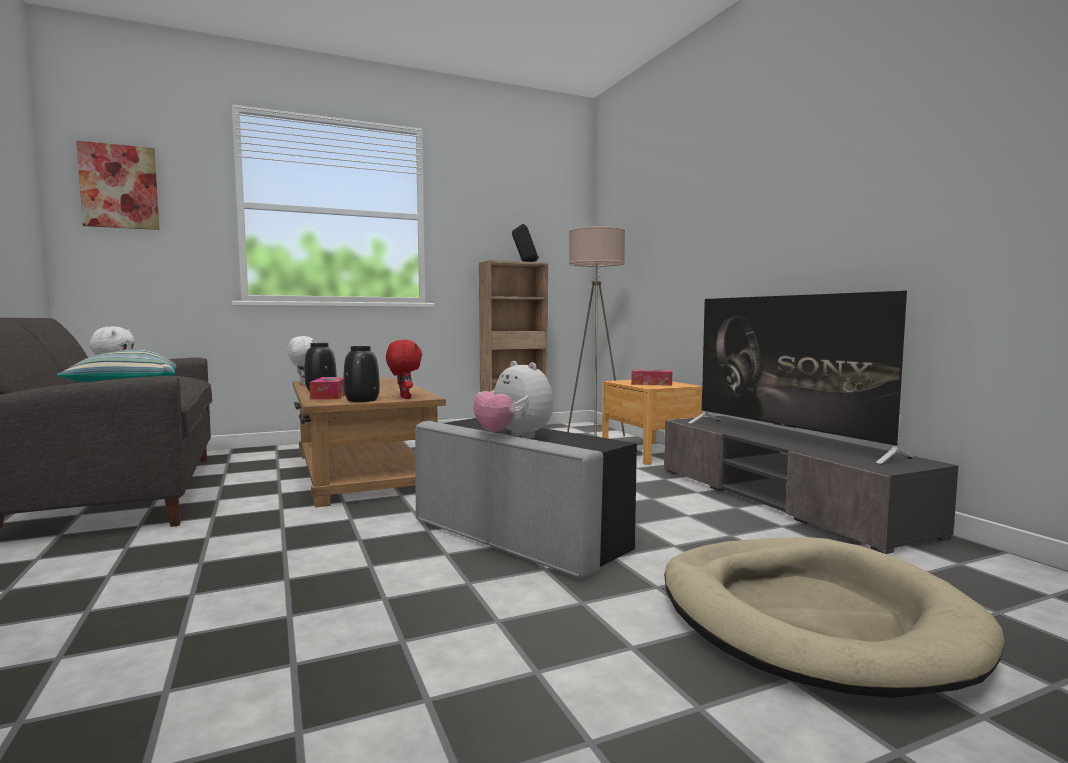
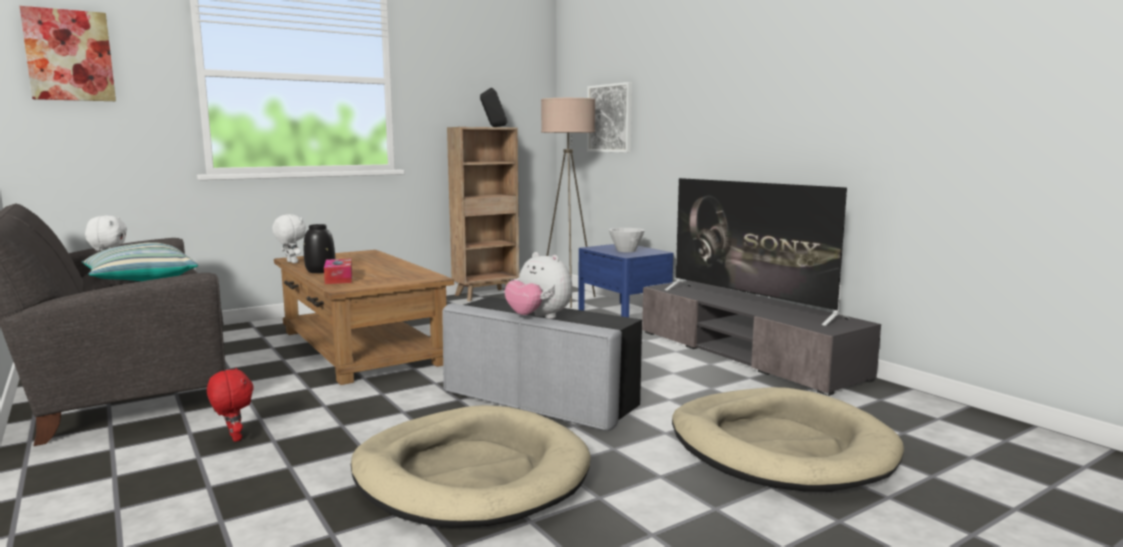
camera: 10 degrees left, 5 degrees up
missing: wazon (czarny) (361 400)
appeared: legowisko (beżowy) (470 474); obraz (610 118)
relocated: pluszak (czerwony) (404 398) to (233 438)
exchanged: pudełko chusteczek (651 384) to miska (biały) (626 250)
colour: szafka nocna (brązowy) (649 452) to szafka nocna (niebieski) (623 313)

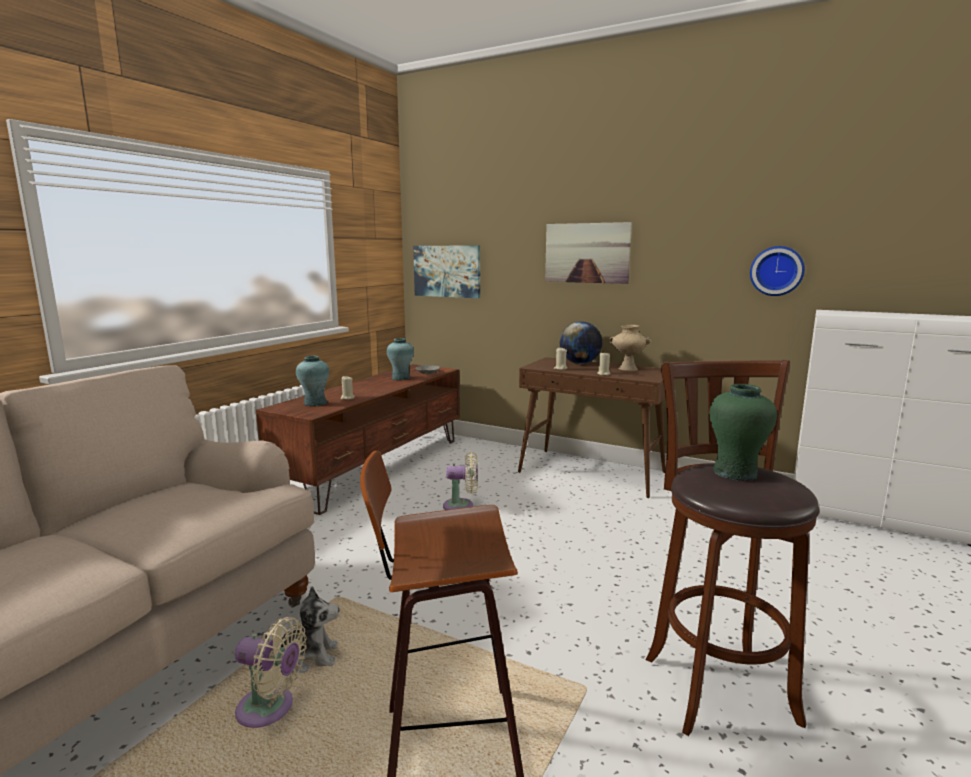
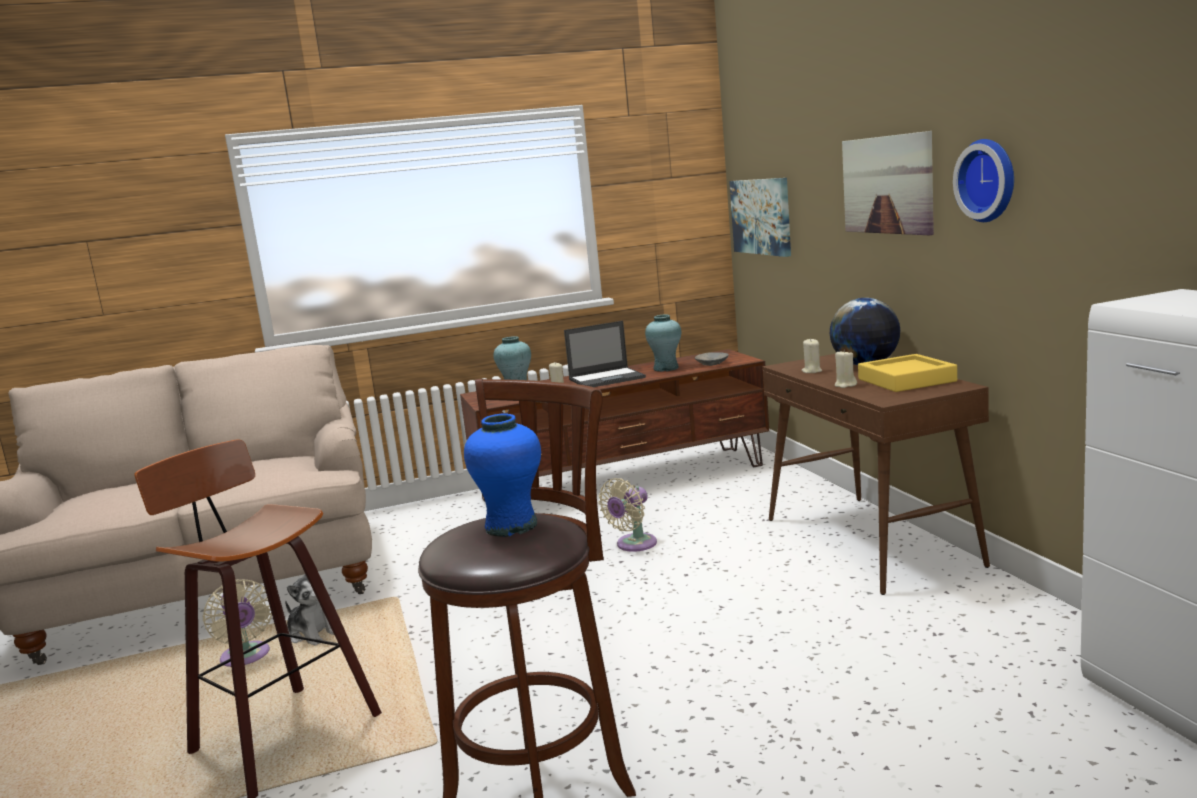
camera: 45 degrees right, 0 degrees up
appeared: laptop (607 378)
relocated: zegar ścienny (776 271) to (989 180)
exchanged: wazon (beżowy) (627 369) to taca (żółty) (906 380)
colour: wazon (zielony) (735 472) to wazon (niebieski) (512 526)
spun: wentylator (beżowy) (462 506) = (633 545) 90 degrees clockwise

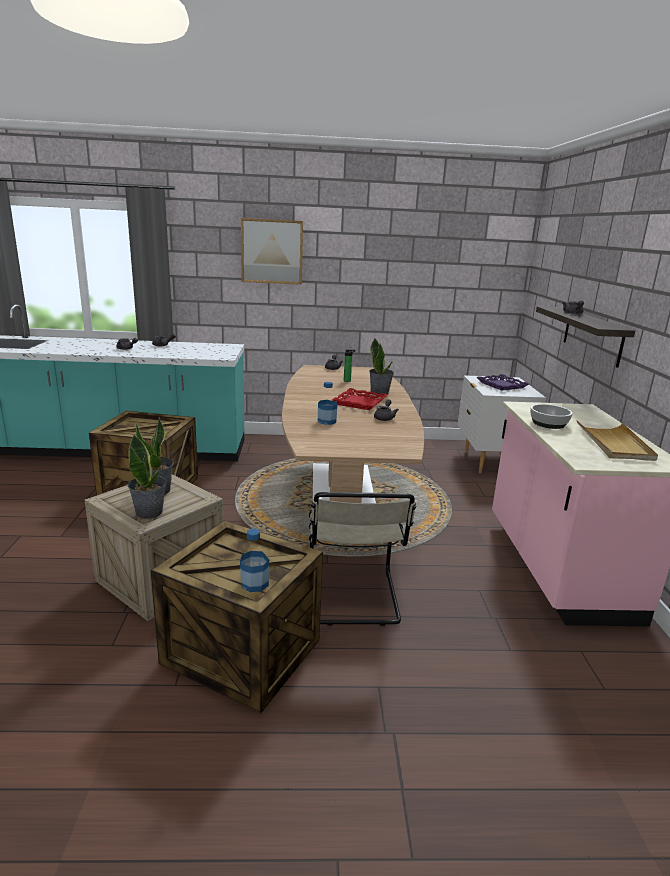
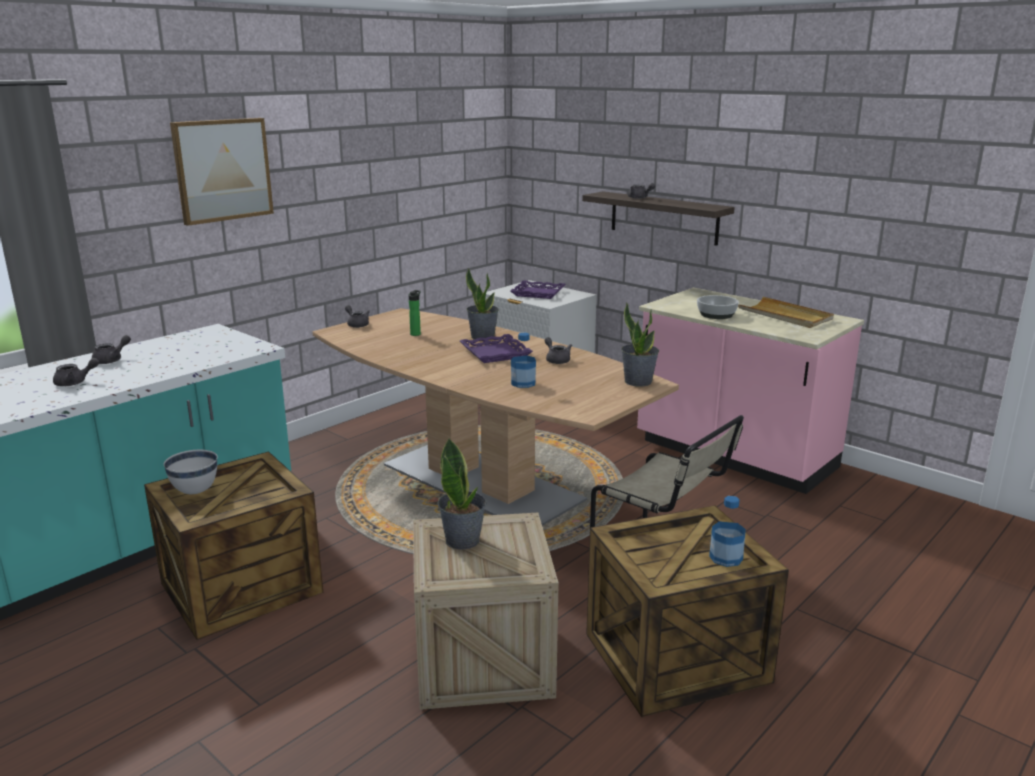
camera: 45 degrees left, 0 degrees up
appeared: miska (biały) (195 491)
relocated: roślina doniczkowa (149 512) to (638 381)
colour: taca (czerwony) (360 403) to taca (fioletowy) (496 353)

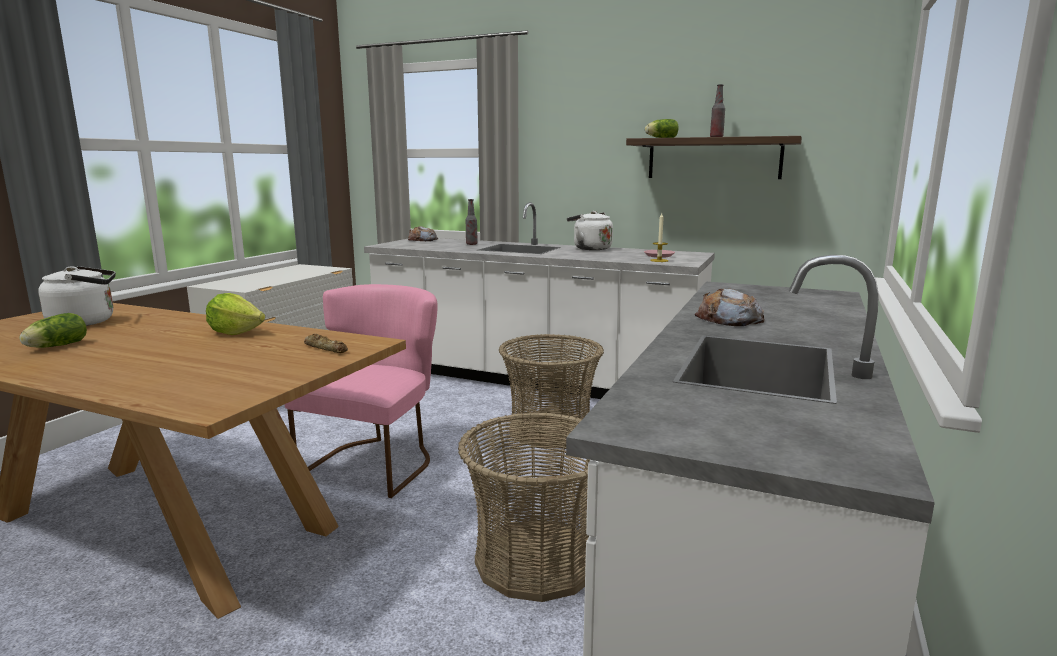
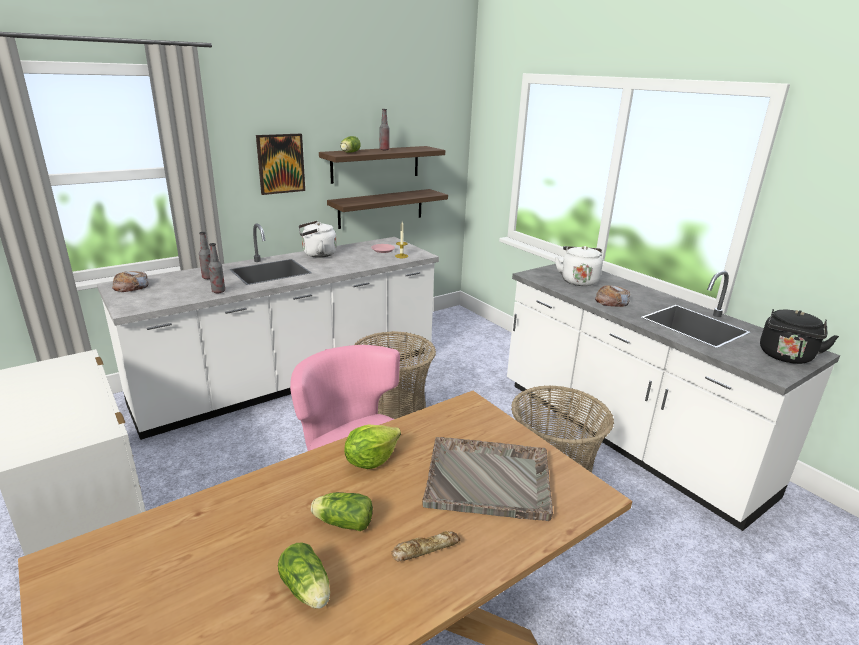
camera: 60 degrees left, 10 degrees up
appeared: butelka (218 291); obraz (280 163); sałata (341 522); półka (381 208); taca (szary) (489 479); czajnik (czarny) (786 357)
relocated: czajnik (biały) (86 322) to (578 280); chleb (326 348) to (425 549)

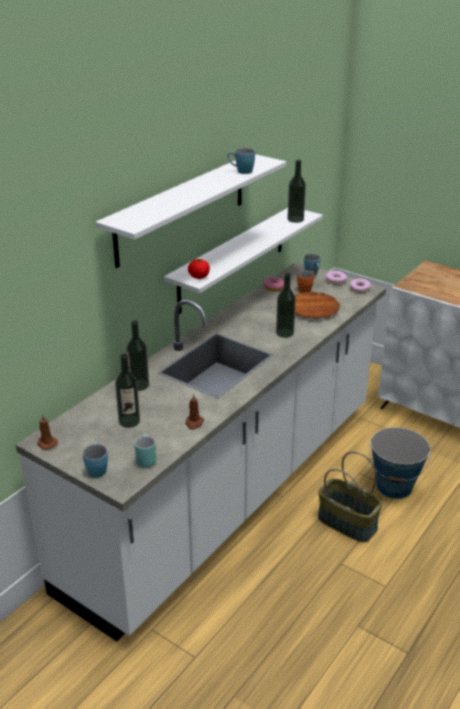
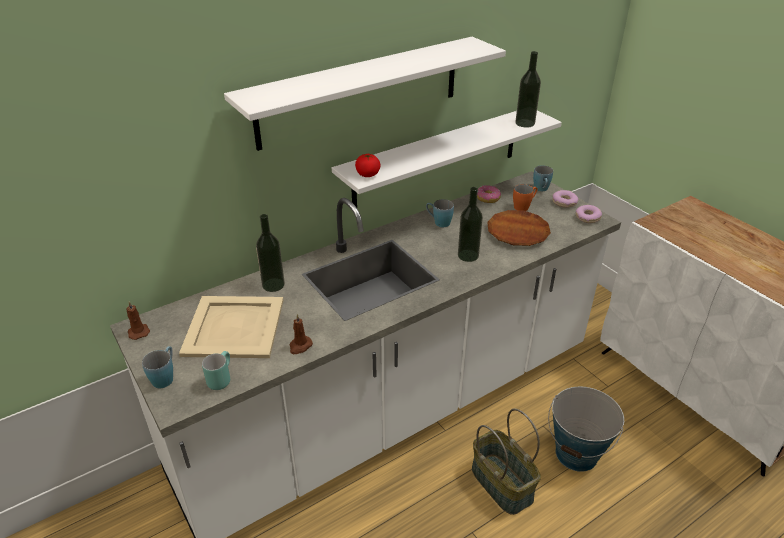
camera: 20 degrees right, 5 degrees up
relocated: kubek (niebieski) (241 171) to (438 222)
exchanged: butelka (129 421) to taca (beżowy) (235 326)

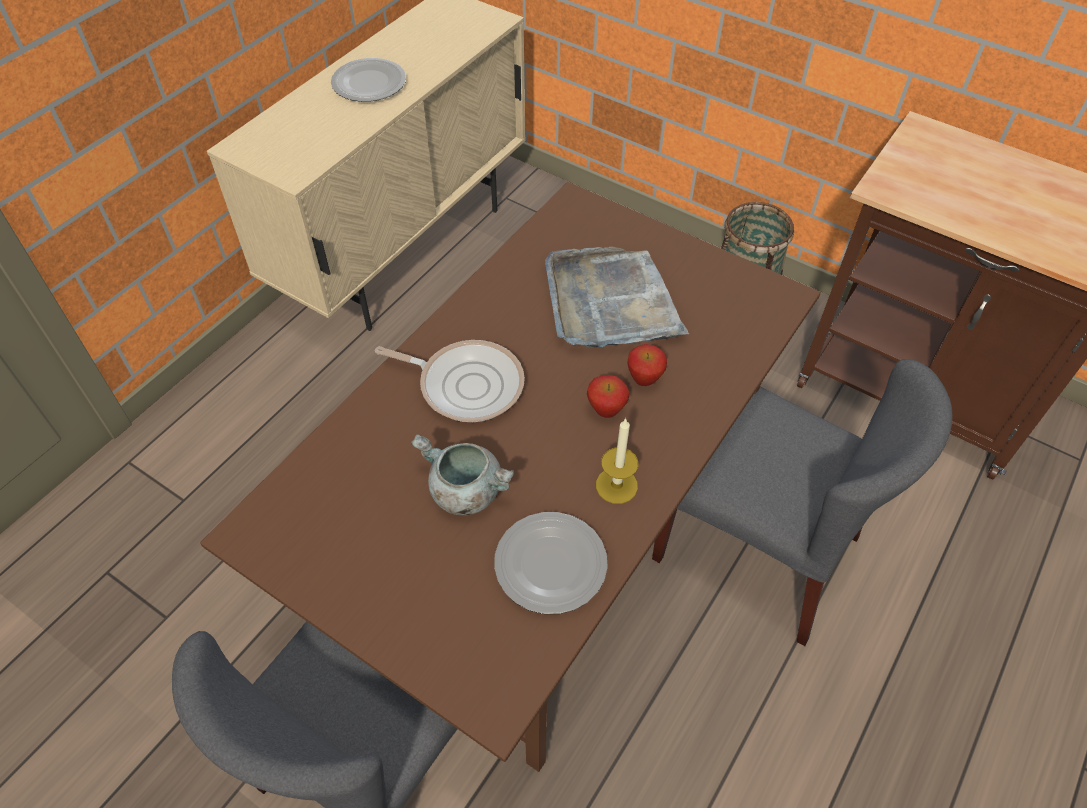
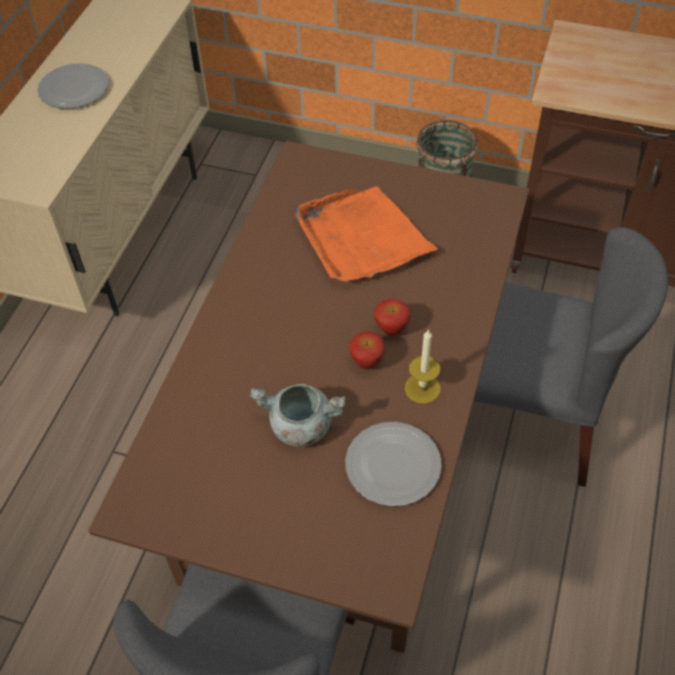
camera: 15 degrees left, 0 degrees up
missing: patelnia (466 384)
relocated: jabłko (644 380) to (367 363)
colour: taca (szary) (610 302) to taca (pomarańczowy) (361 238)

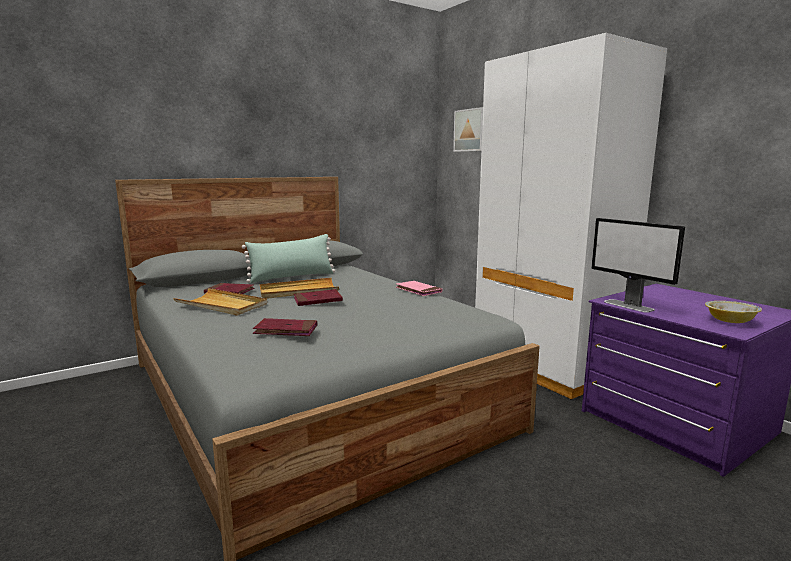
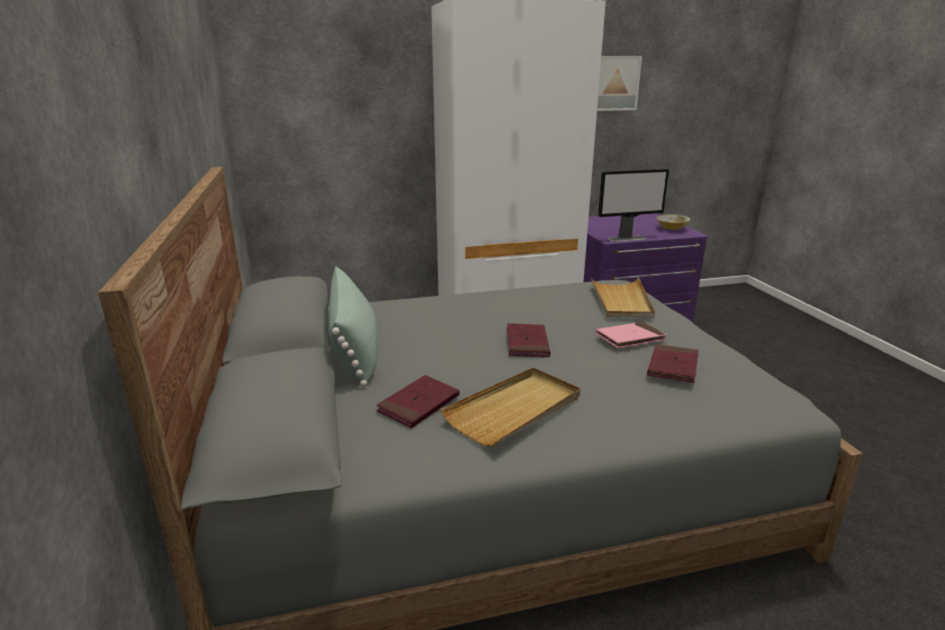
camera: 70 degrees left, 10 degrees up
relocated: taca (beżowy) (298 291) to (621 301); książka (różowy) (418 290) to (630 338); obraz (471 130) to (613 83)

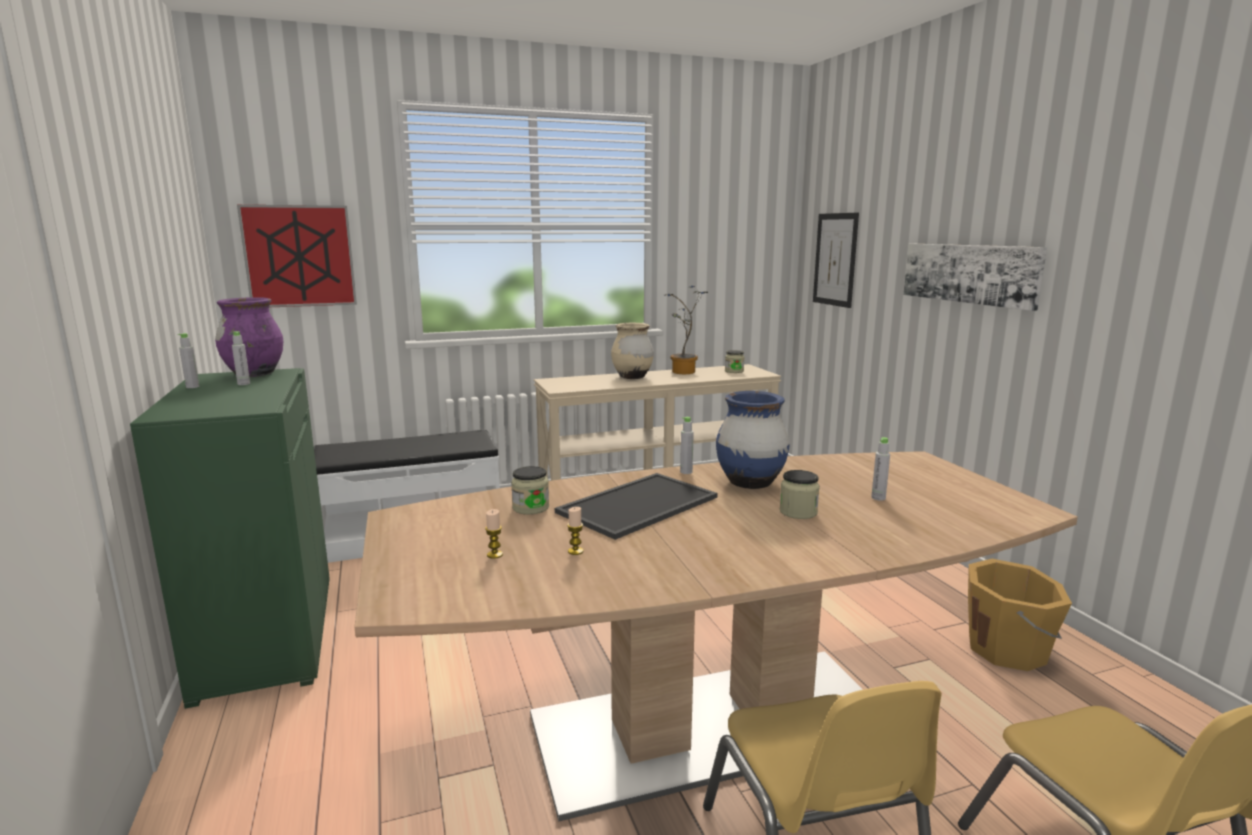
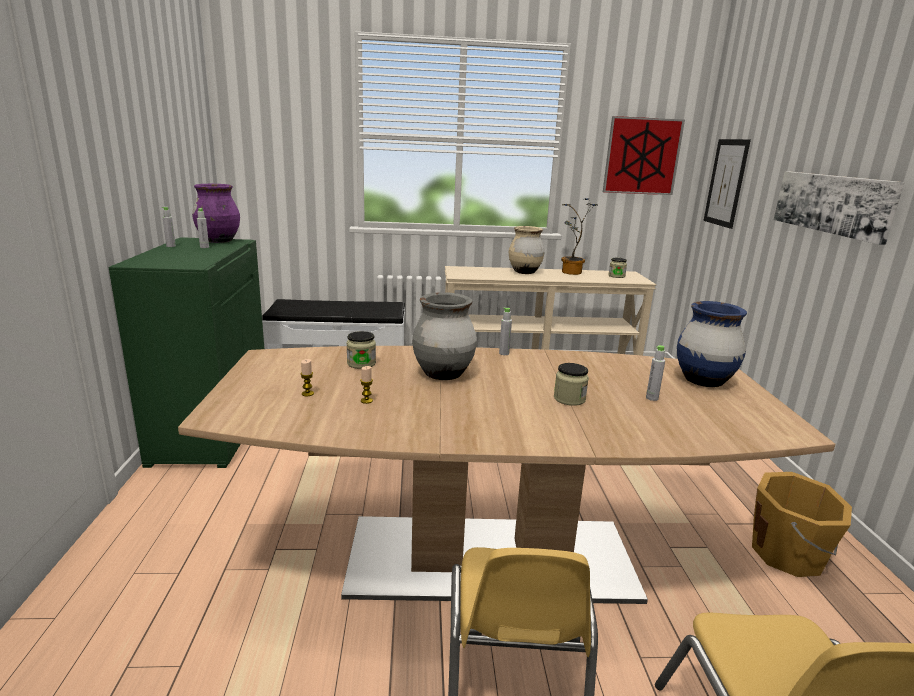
camera: 15 degrees right, 5 degrees up
relocated: obraz (299 256) to (642 156); wazon (niebieski) (750 483) to (703 381)
exchanged: taca (638 506) to wazon (szary) (443 374)

